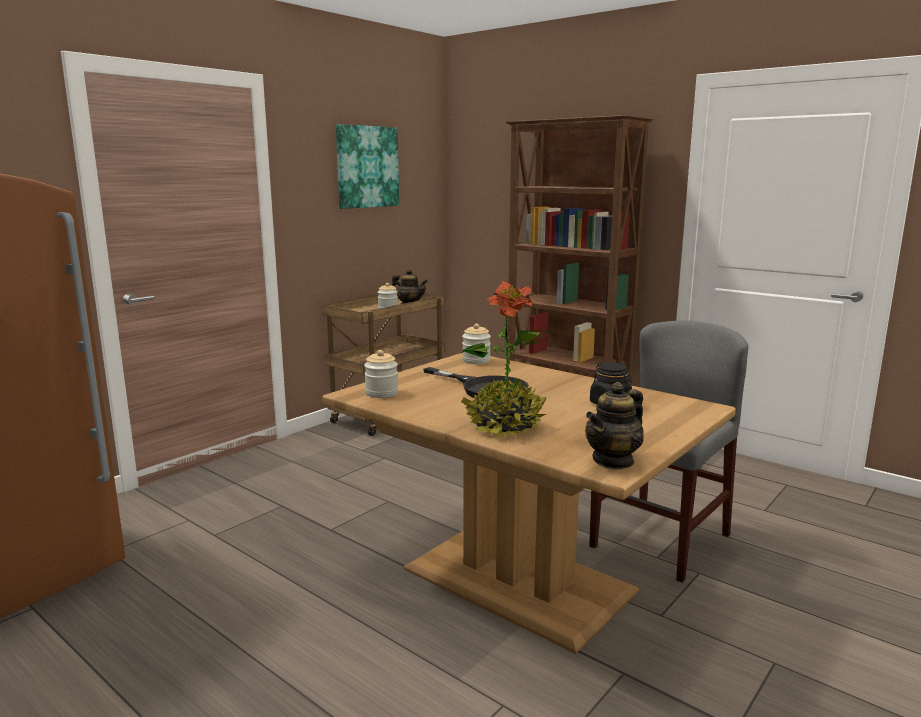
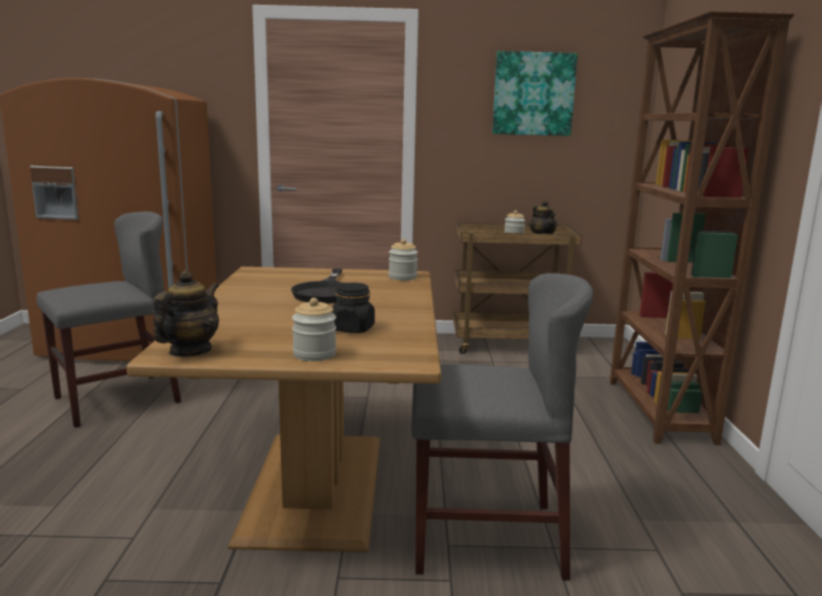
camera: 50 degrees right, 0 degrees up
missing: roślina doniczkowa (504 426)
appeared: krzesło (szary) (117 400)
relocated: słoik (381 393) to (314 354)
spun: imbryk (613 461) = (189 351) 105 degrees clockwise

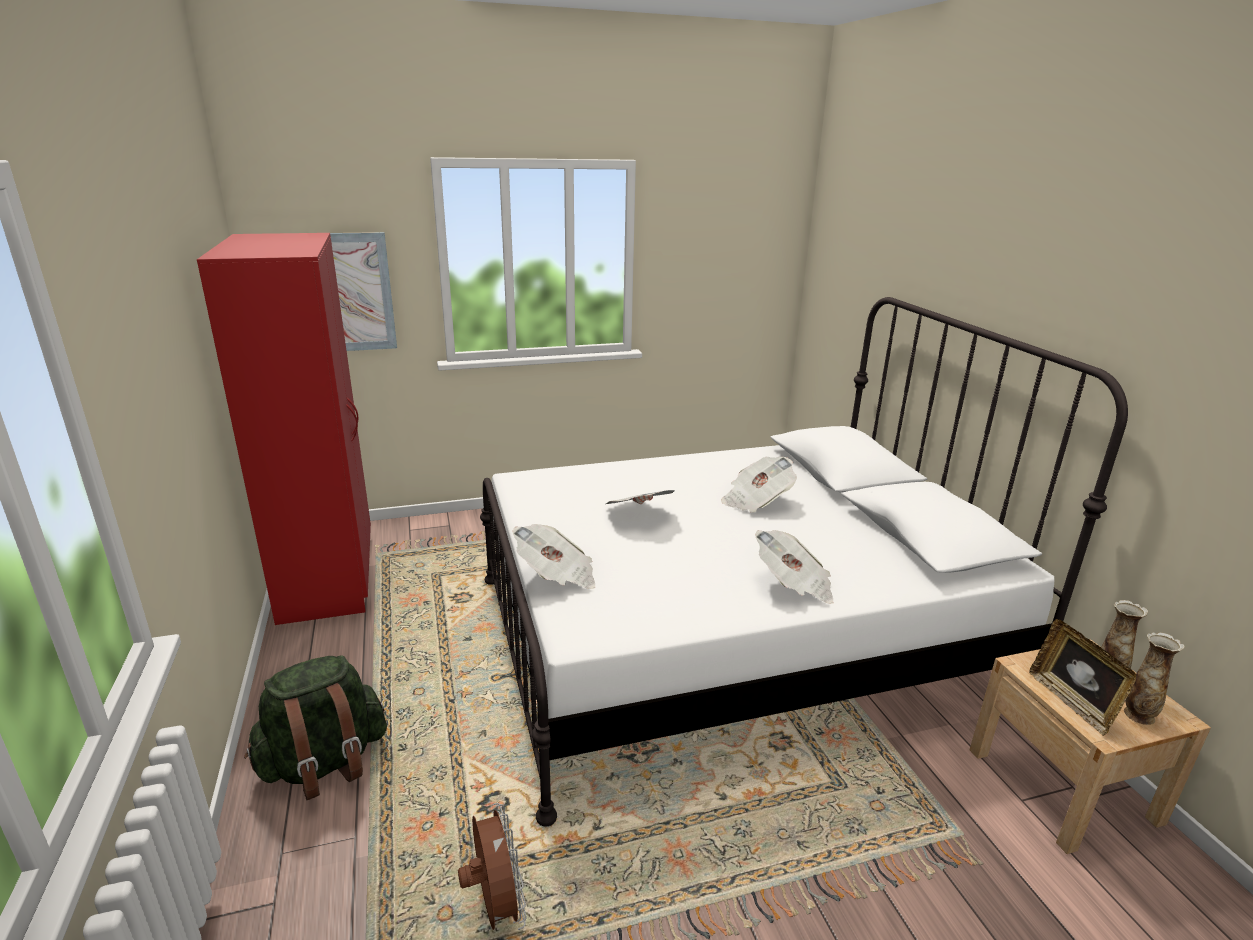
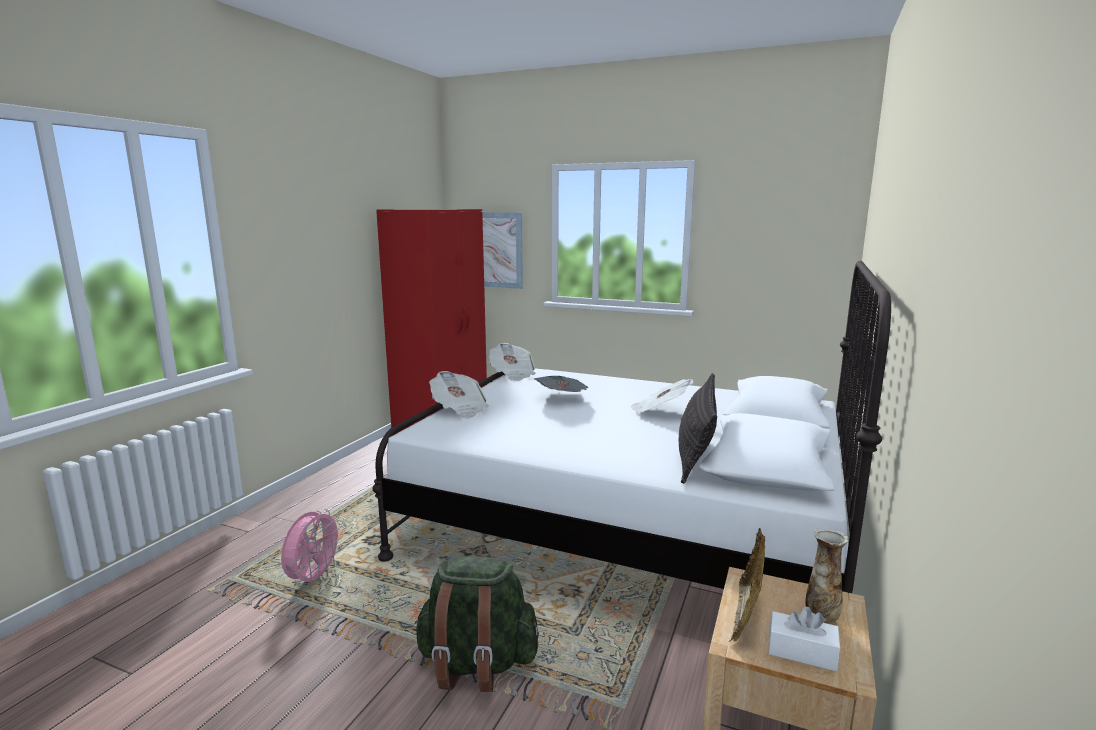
camera: 40 degrees right, 10 degrees down
appeared: poduszka (695 454)
relocated: plecak (zielony) (324 763) to (476 664); gazeta (793 585) to (512 375)
exchanged: wazon (1138 714) to pudełko chusteczek (biały) (801 651)
colour: wentylator (brązowy) (496 906) to wentylator (różowy) (314 578)

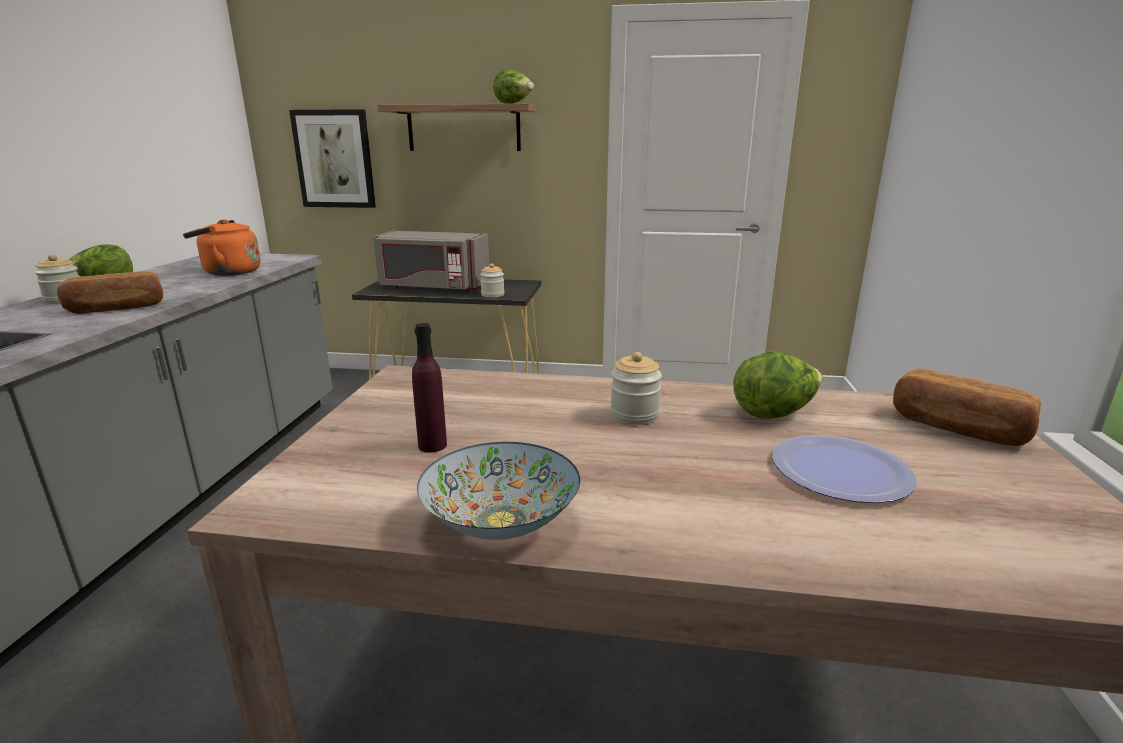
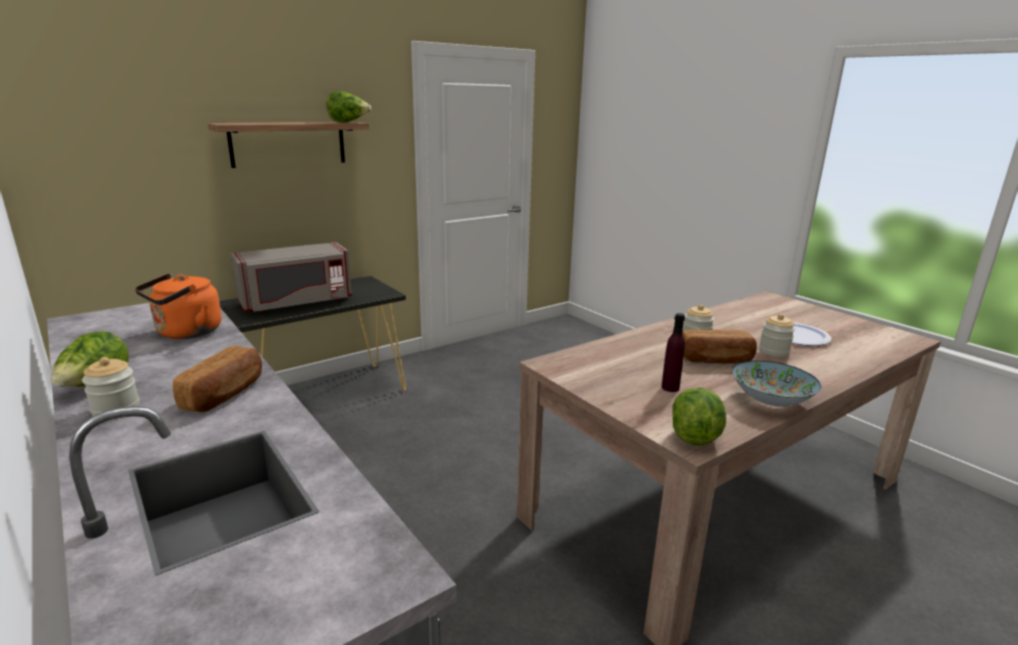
camera: 45 degrees left, 0 degrees up
missing: obraz (334 159)
relocated: słoik (492 295) to (774 351); sałata (774 413) to (695 435); chleb (957 428) to (716 360)

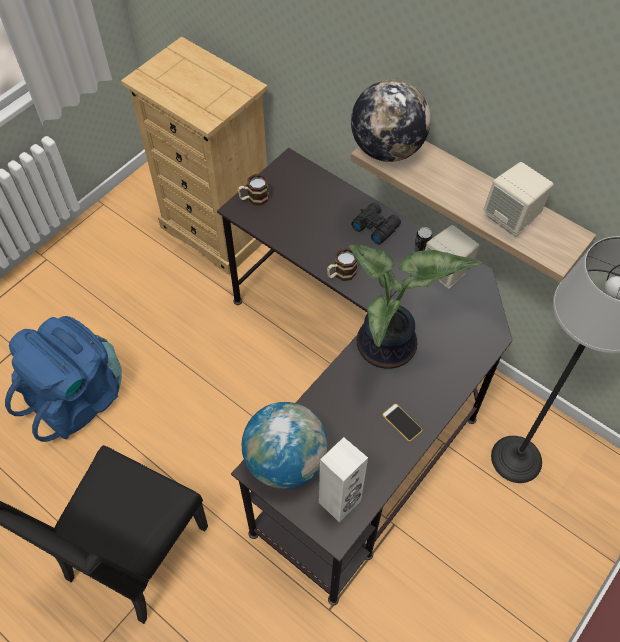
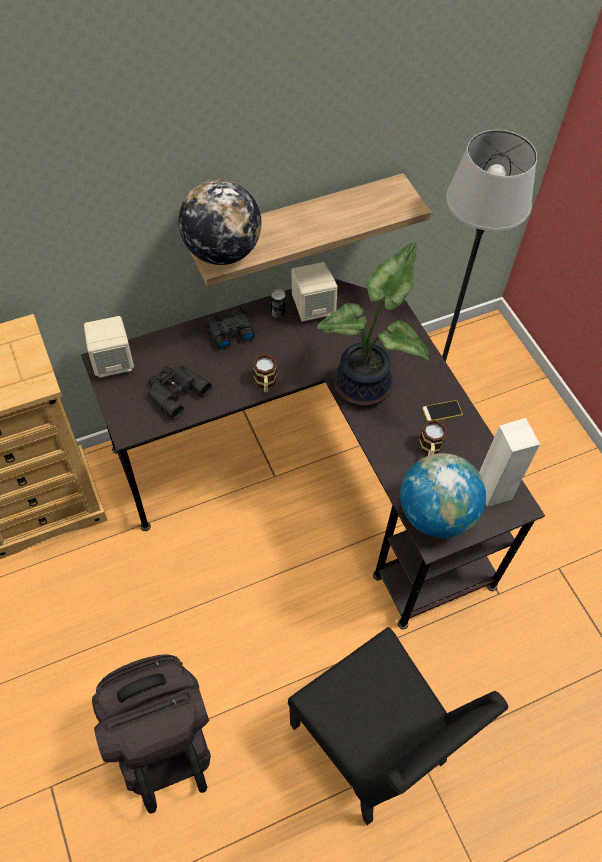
camera: 65 degrees left, 0 degrees up
appeared: lornetka (czarny) (175 392)
relocated: kubek (254 198) to (429 449); głośnik (beżowy) (511 218) to (113 362)
colour: plecak (niebieski) (78 397) to plecak (czarny) (161 736)

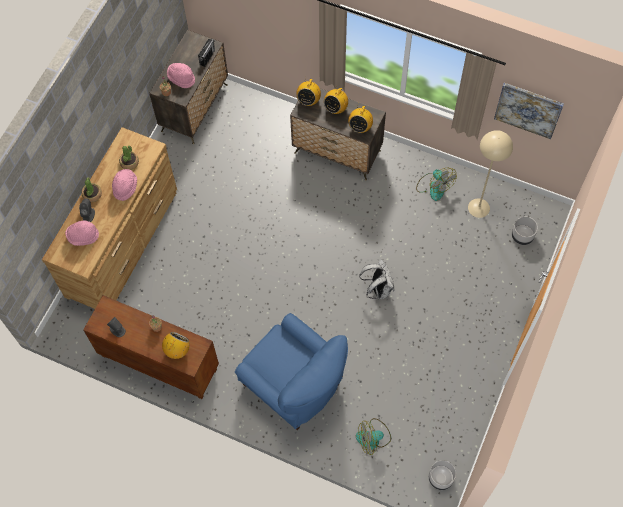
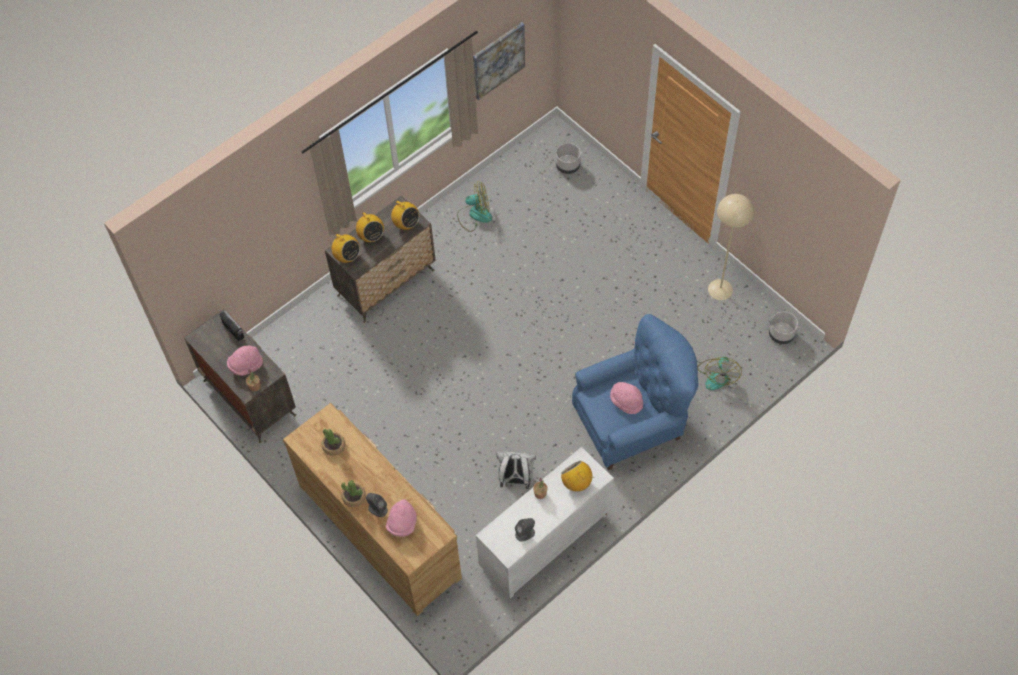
camera: 65 degrees left, 5 degrees down
relocated: kapelusz (różowy) (125 187) to (626 401); plecak (biały) (378 289) to (516 479); lampa stojąca (beżowy) (478 207) to (720 289)
colour: szafka (brązowy) (158 363) to szafka (biały) (545 544)

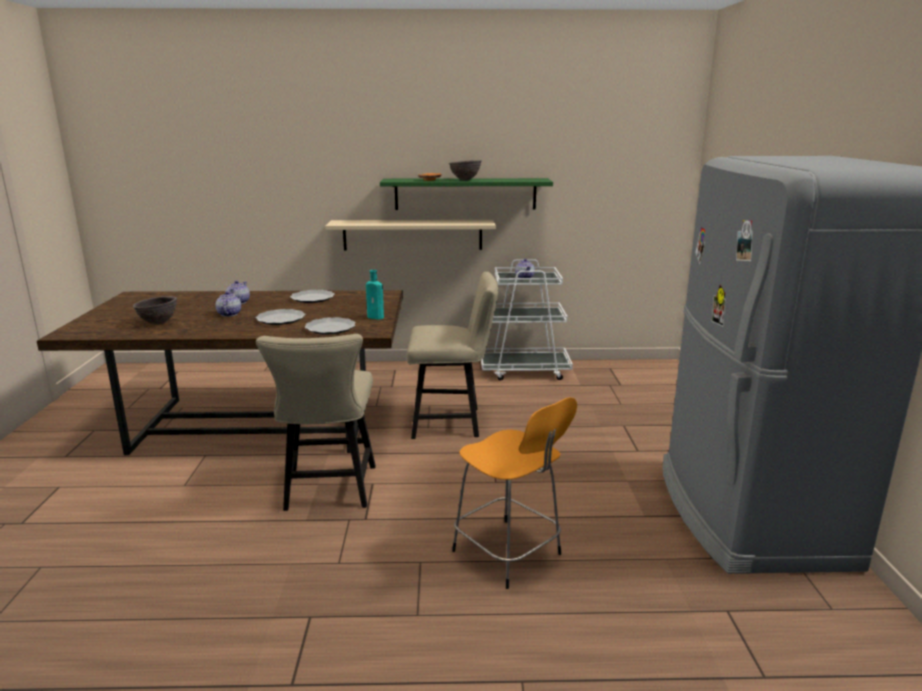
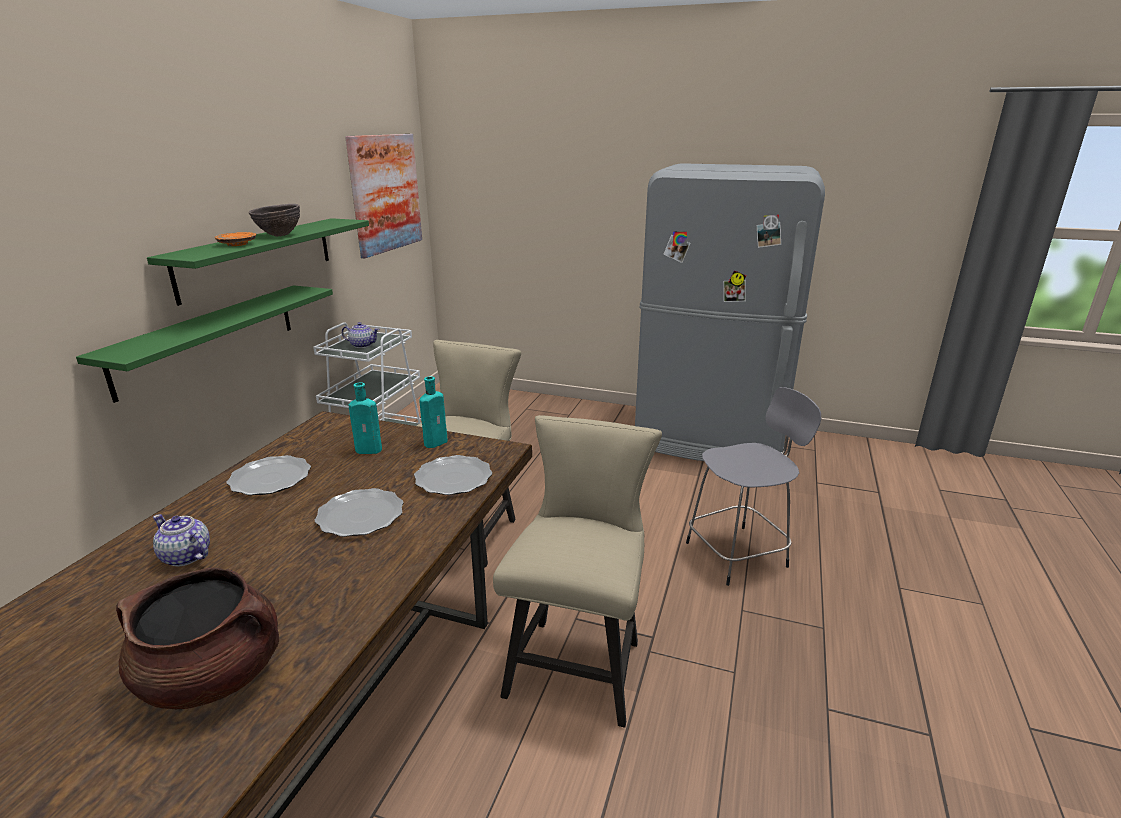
camera: 70 degrees left, 5 degrees up
missing: imbryk (229 314)
appeared: obraz (385 193); butelka (turkusowy) (370 450)
exchanged: miska (brązowy) (158 323) to garnek (brązowy) (214 675)
colour: półka (beżowy) (412 235) to półka (zielony) (209 338); stołek (pomarańczowy) (509 554) to stołek (szary) (739 554)
spun: krzesło (beżowy) (328 492) = (578 661) 90 degrees counterclockwise

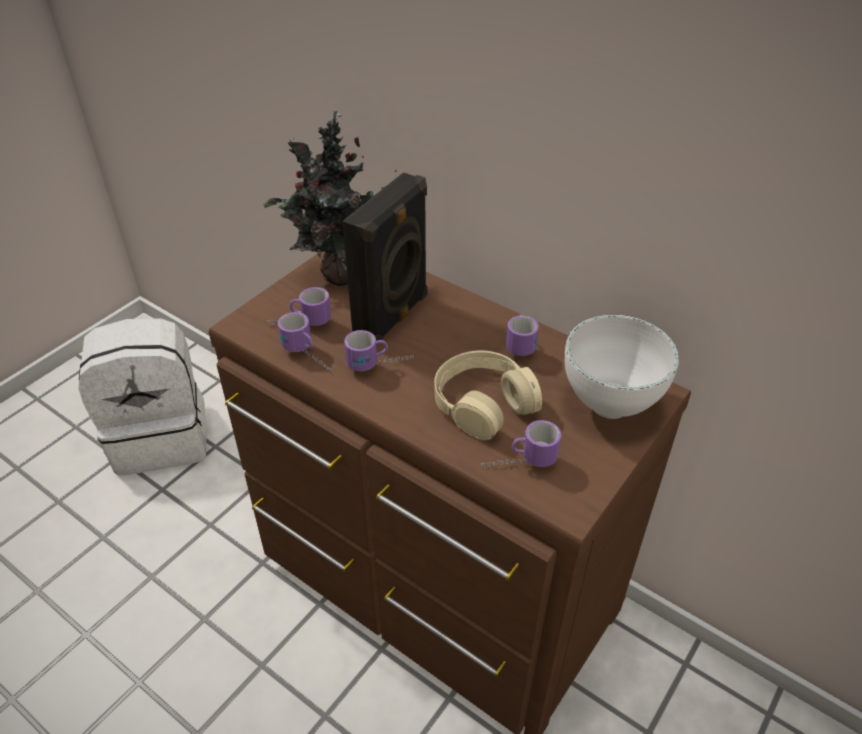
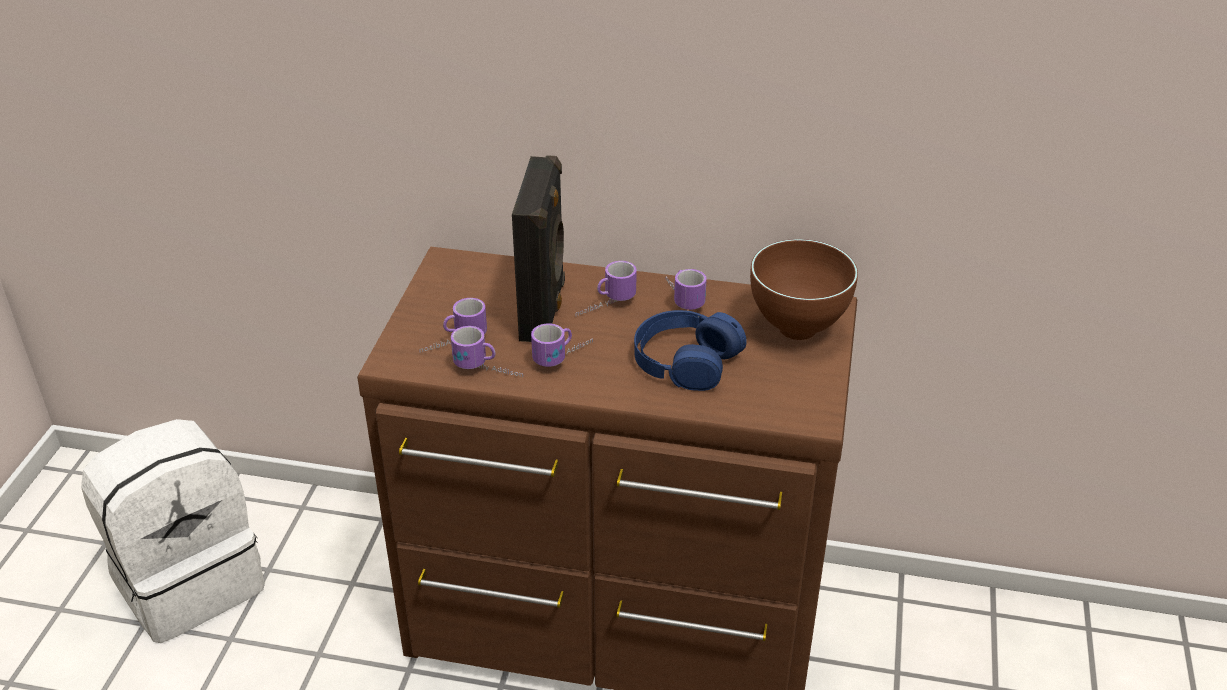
camera: 25 degrees left, 5 degrees down
missing: roślina doniczkowa (339 276)
relocated: kubek (518 463) to (604 306)
colour: słuchawki (beżowy) (483 402) to słuchawki (niebieski) (685 360); miska (biały) (612 406) to miska (brązowy) (800 329)

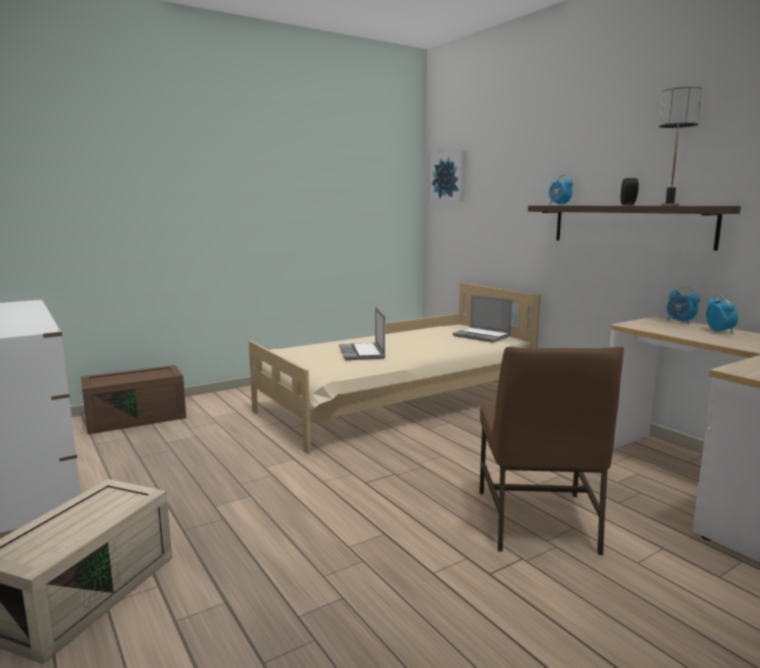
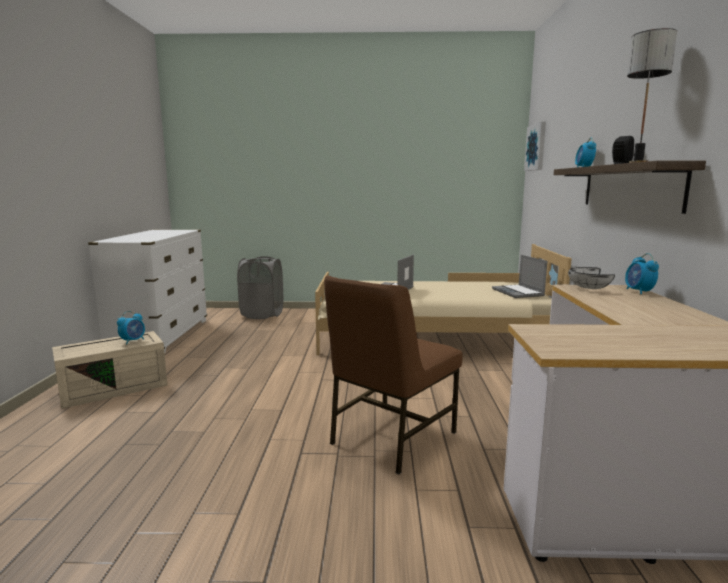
camera: 35 degrees right, 0 degrees up
appeared: miska (biały) (587 288)
relocated: budzik (719 331) to (133 341)
exchanged: pojemnik do przechowywania (brązowy) (137 418) to kosz na pranie (szary) (262 314)

